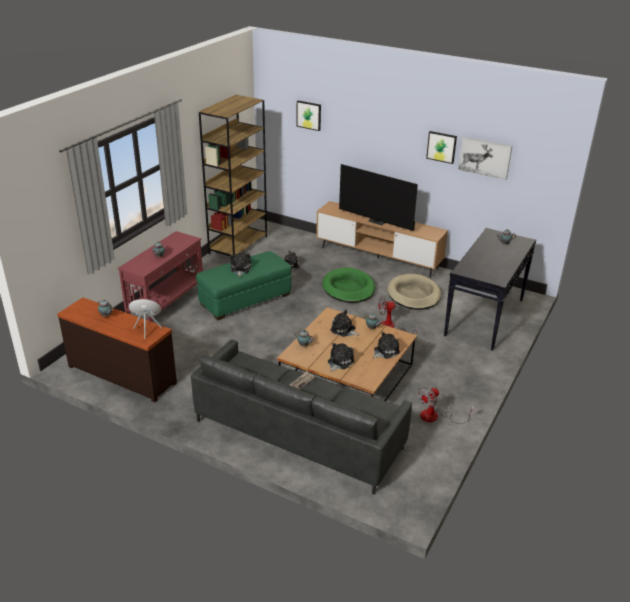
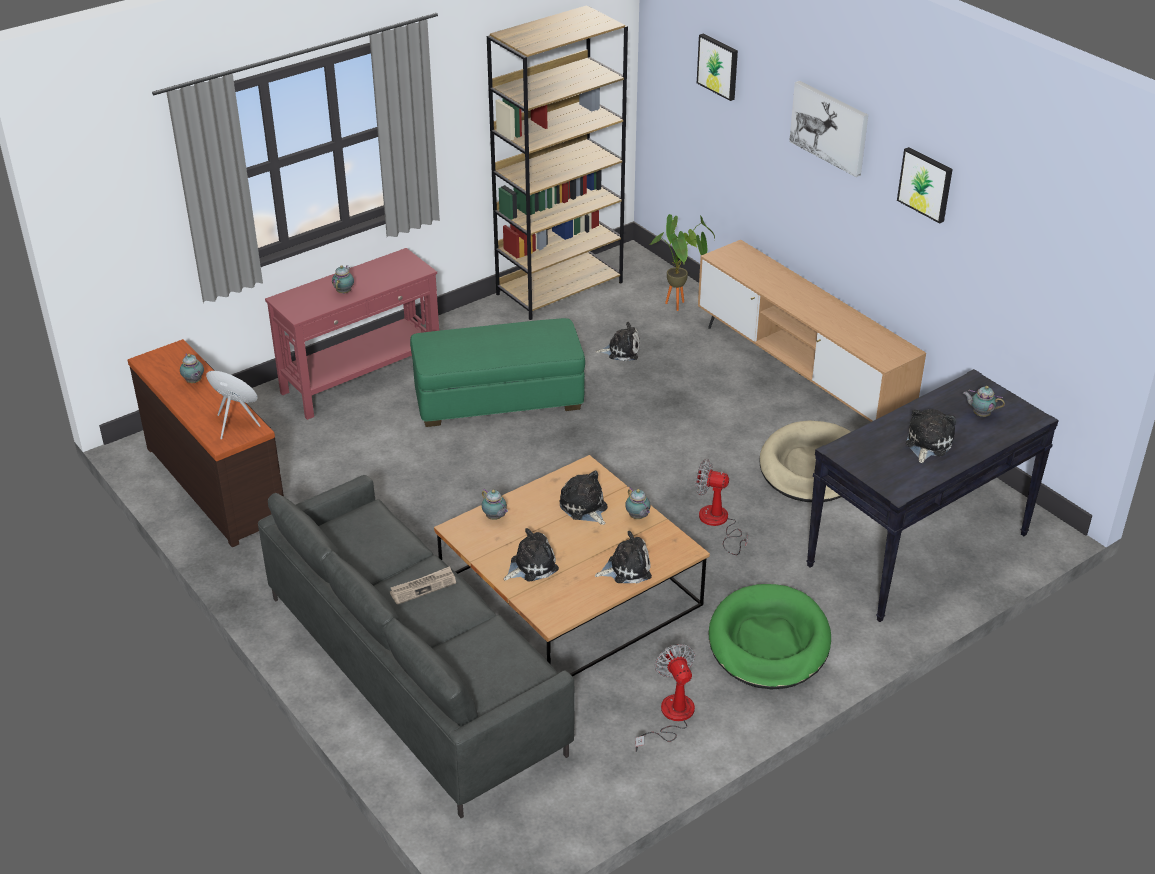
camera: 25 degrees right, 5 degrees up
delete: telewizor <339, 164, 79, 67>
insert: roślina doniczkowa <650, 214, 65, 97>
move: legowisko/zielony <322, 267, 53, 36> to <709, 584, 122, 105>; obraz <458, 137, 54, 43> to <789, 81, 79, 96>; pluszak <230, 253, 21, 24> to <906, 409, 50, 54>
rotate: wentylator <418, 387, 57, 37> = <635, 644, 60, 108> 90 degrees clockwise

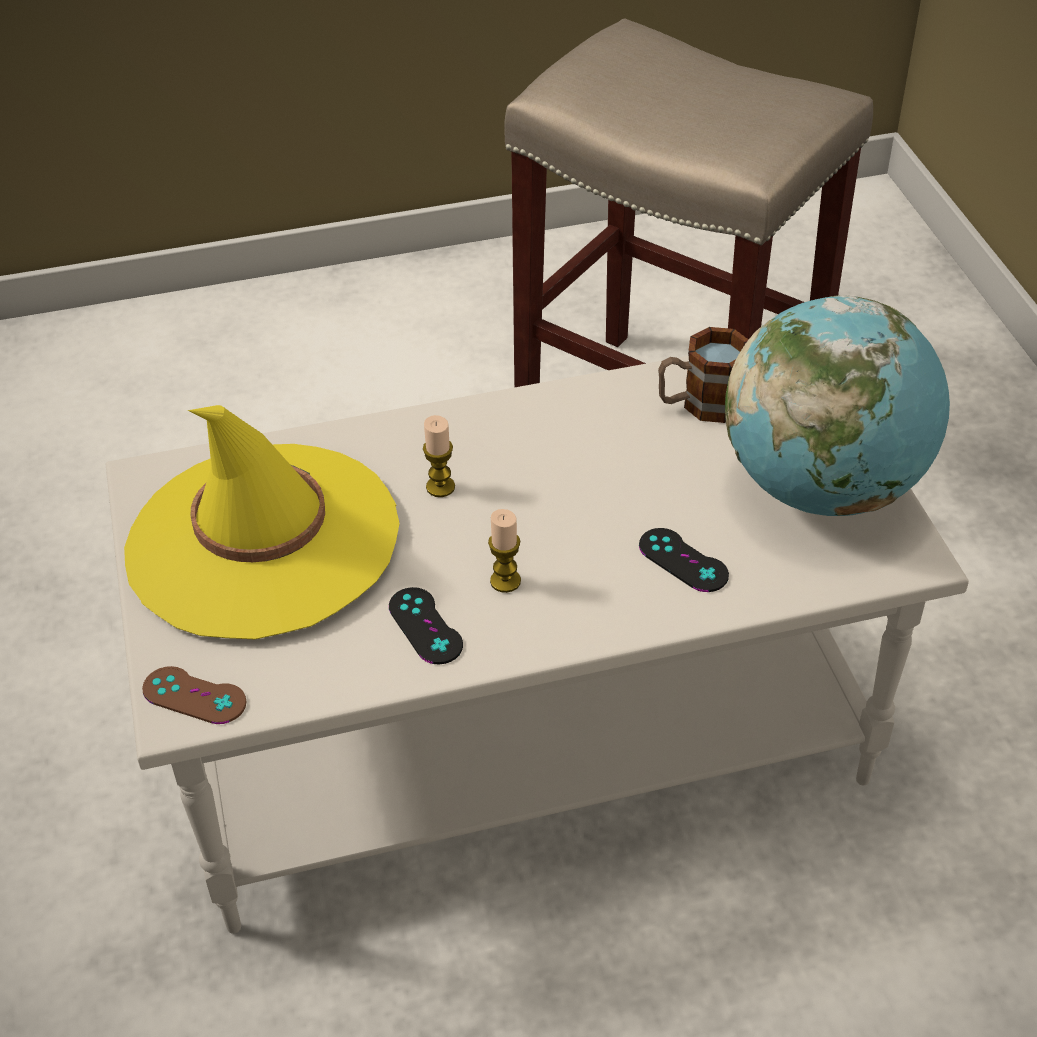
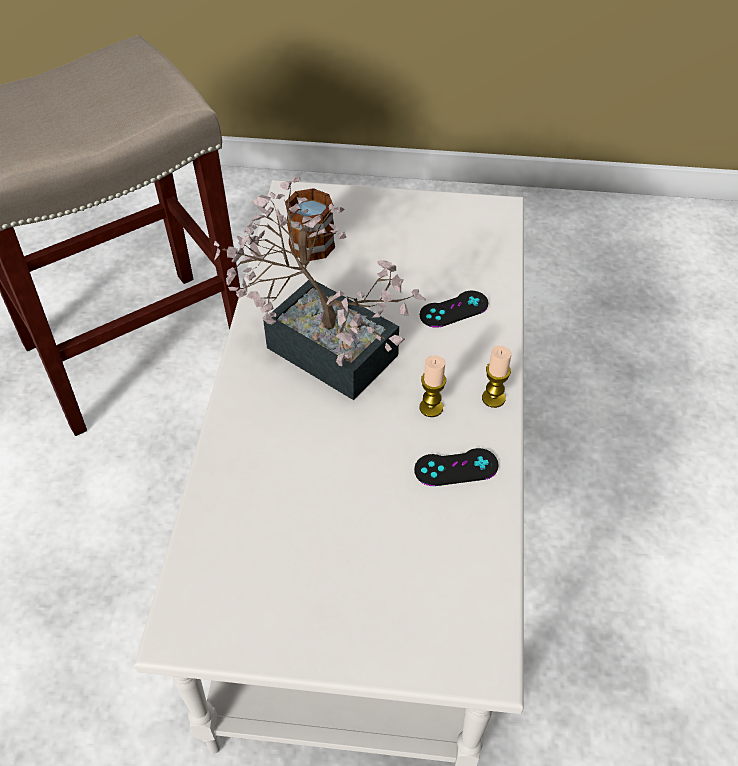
camera: 70 degrees left, 5 degrees up
delete: kapelusz/żółty <124, 405, 276, 234>; pad do gier/brązowy <142, 666, 104, 58>; globus <725, 295, 225, 221>
insert: roślina doniczkowa <214, 177, 212, 223>
move: świeca <423, 415, 32, 82> to <482, 346, 29, 62>

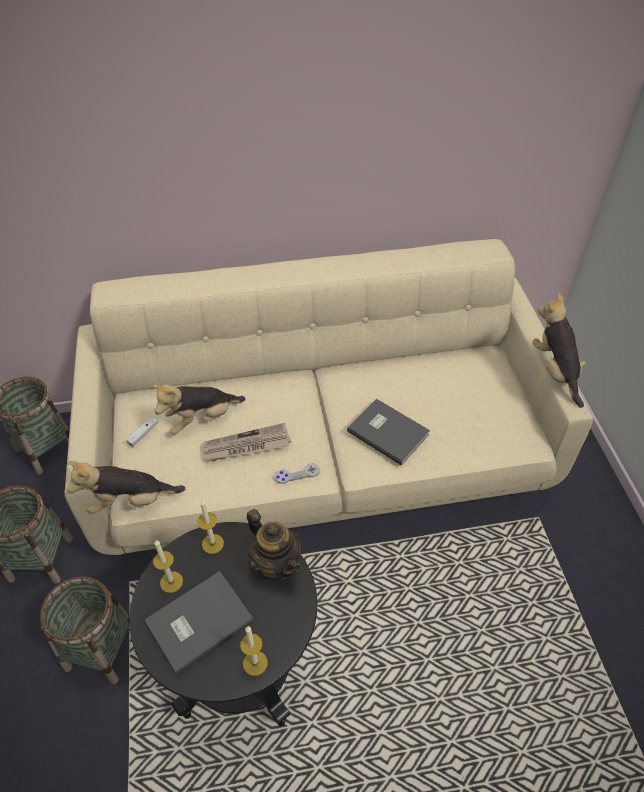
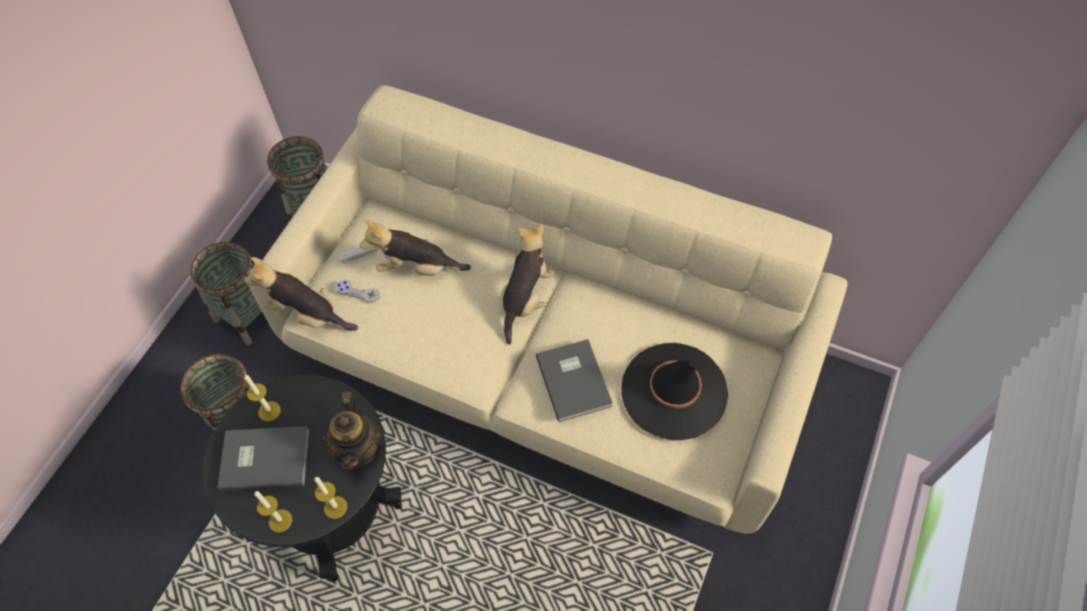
camera: 35 degrees right, 10 degrees up
delete: gazeta <203, 423, 88, 39>
insert: kapelusz/czarny <622, 343, 106, 98>
move: świeca <197, 500, 27, 54> to <314, 477, 33, 42>; pad do gier/szary <274, 463, 46, 21> to <335, 279, 45, 24>; pluszak <533, 293, 53, 115> to <500, 224, 54, 121>

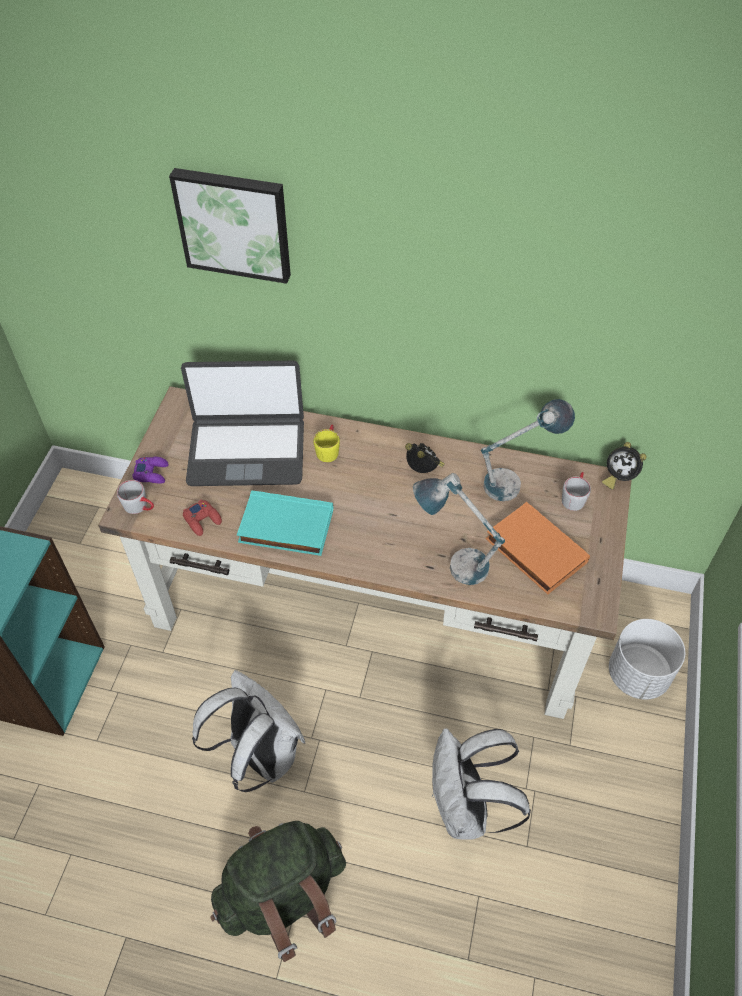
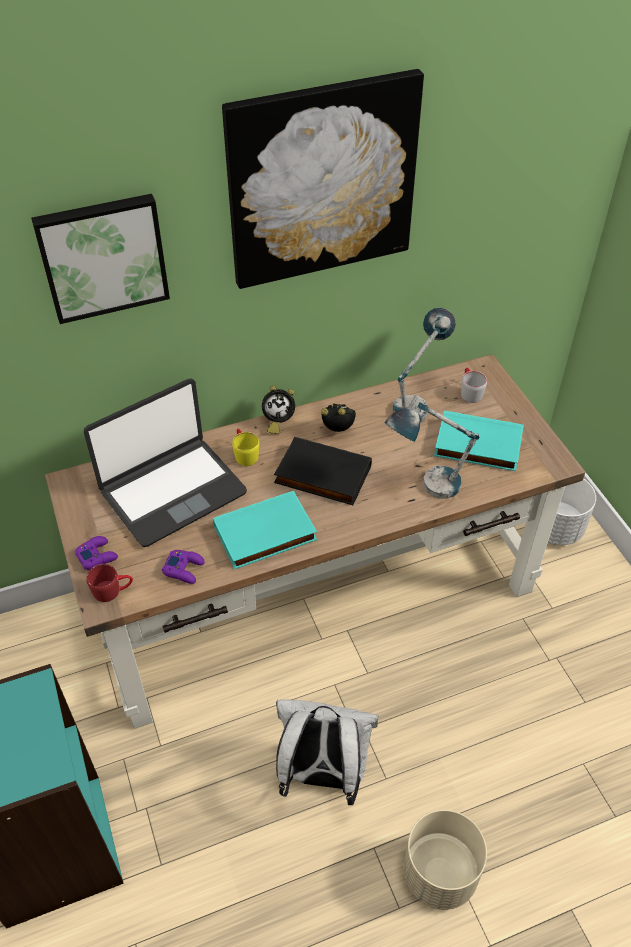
camera: 35 degrees left, 5 degrees down
delete: plecak/biały <432, 728, 99, 112>
insert: obraz <222, 69, 202, 220>; książka/czarny <274, 437, 98, 68>
move: budzik <602, 442, 45, 48> to <262, 385, 33, 49>
replace: plecak/zielony <211, 821, 135, 141> to donica/beżowy <404, 810, 83, 100>
recolor: kubek/szary <117, 480, 37, 34> to kubek/czerwony <87, 564, 46, 38>; pad do gier/czerwony <183, 499, 39, 37> to pad do gier/fioletowy <162, 550, 43, 34>; książka/pomarańczowy <486, 502, 104, 92> to książka/turkusowy <434, 411, 90, 60>

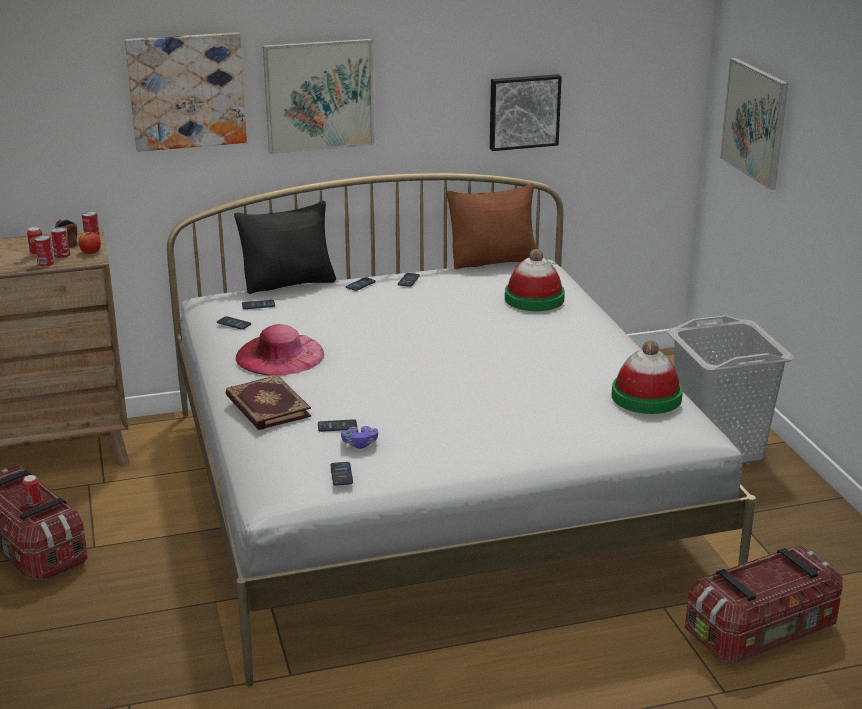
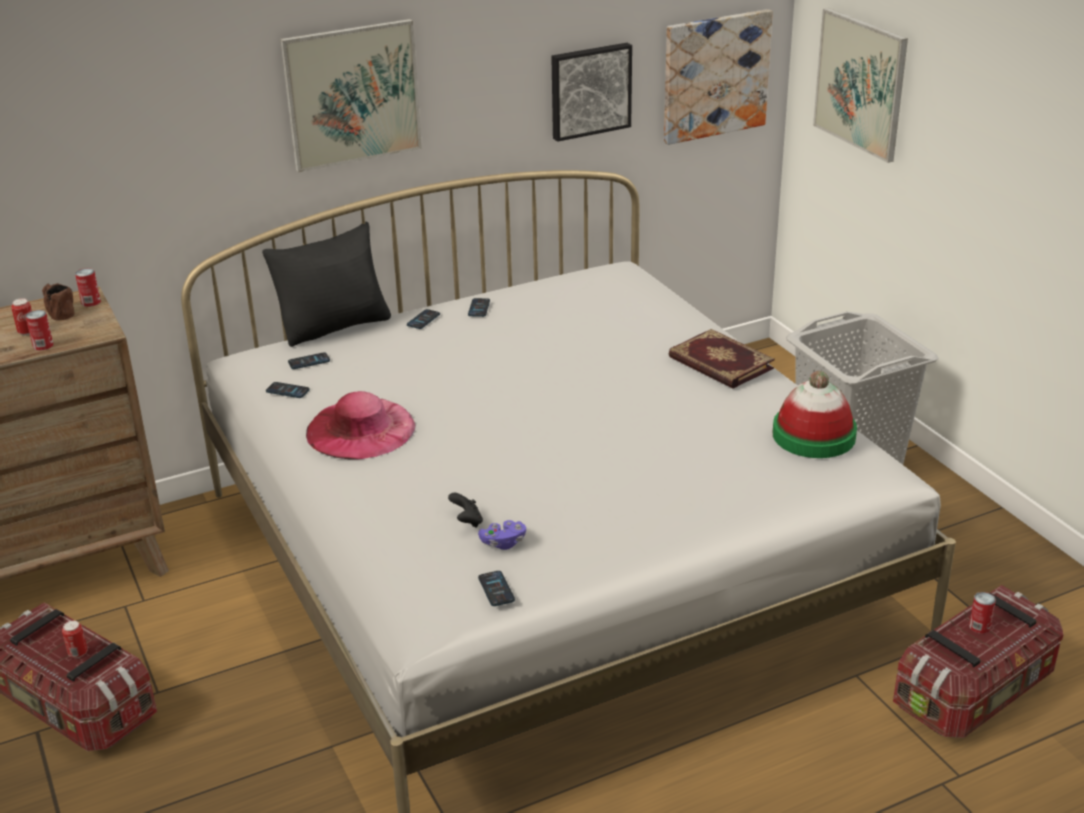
camera: 10 degrees left, 5 degrees up
delete: jabłko <79, 231, 22, 23>; poduszka/brązowy <446, 183, 90, 86>; kapelusz <505, 249, 60, 62>
move: obraz <125, 32, 122, 120> to <664, 9, 109, 136>; książka <225, 375, 86, 55> to <669, 329, 106, 60>; puszka <51, 227, 19, 31> to <969, 592, 27, 42>
replace: telefon <318, 419, 39, 13> to pad do gier/czarny <448, 493, 35, 35>

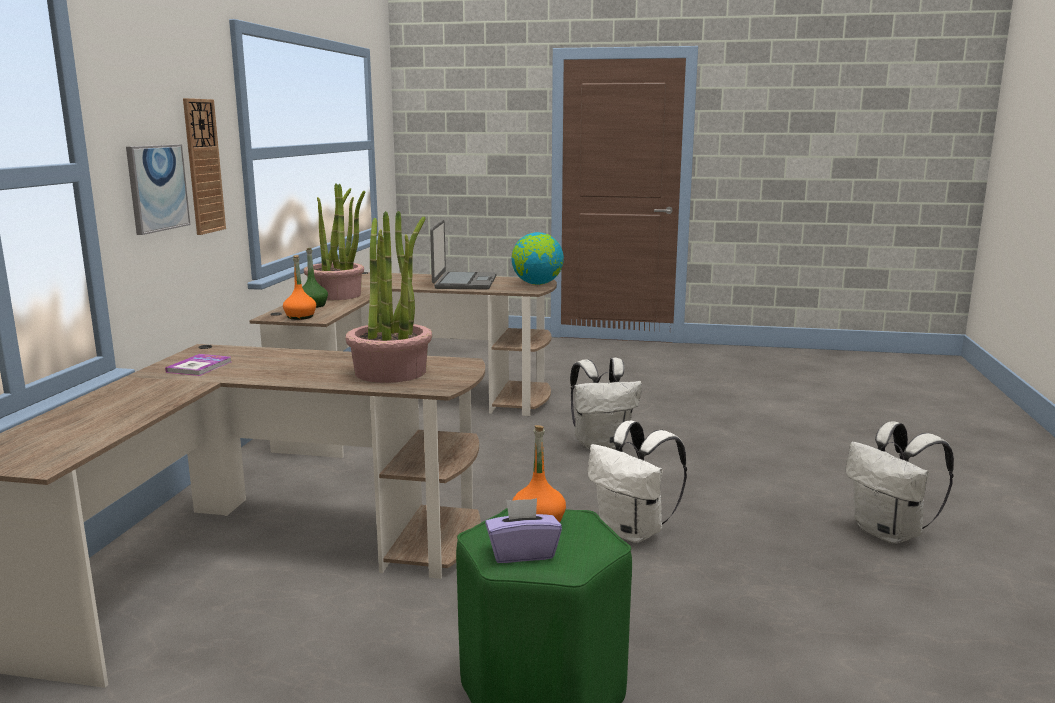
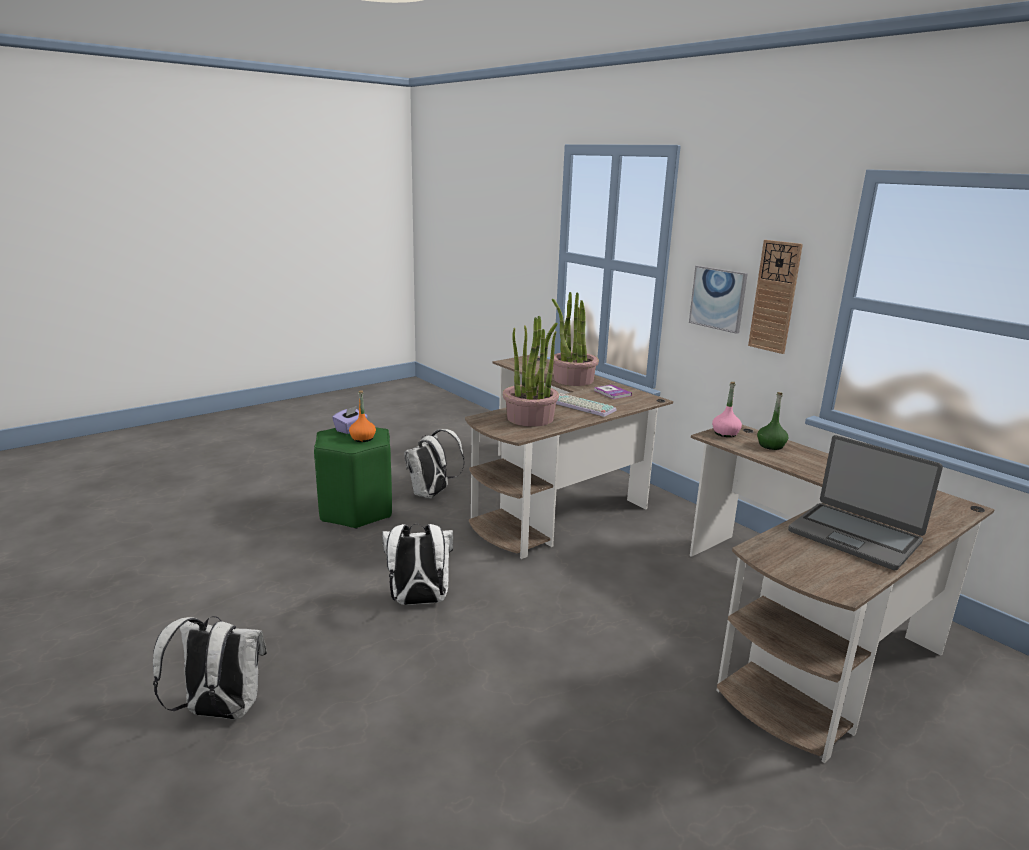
camera: 130 degrees right, 5 degrees up
delete: globus <512, 232, 52, 53>
insert: klawiatura <556, 393, 61, 24>
move: plecak/biały <570, 358, 72, 92> to <404, 429, 61, 70>; roślina doniczkowa <304, 183, 61, 117> to <552, 292, 47, 94>
recolor: butelka/pomarańczowy <283, 255, 33, 65> to butelka/różowy <712, 382, 30, 55>

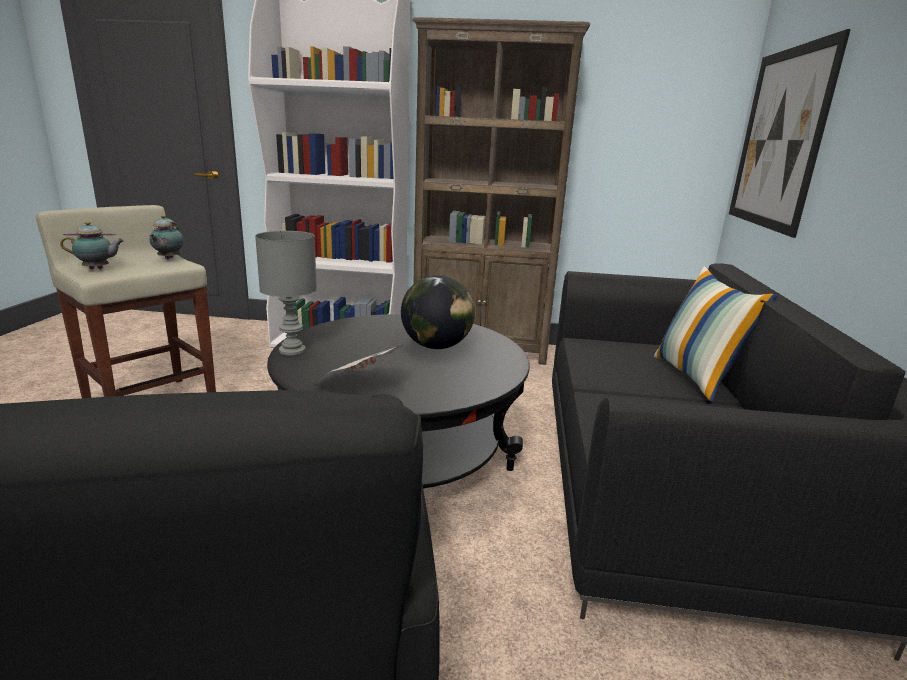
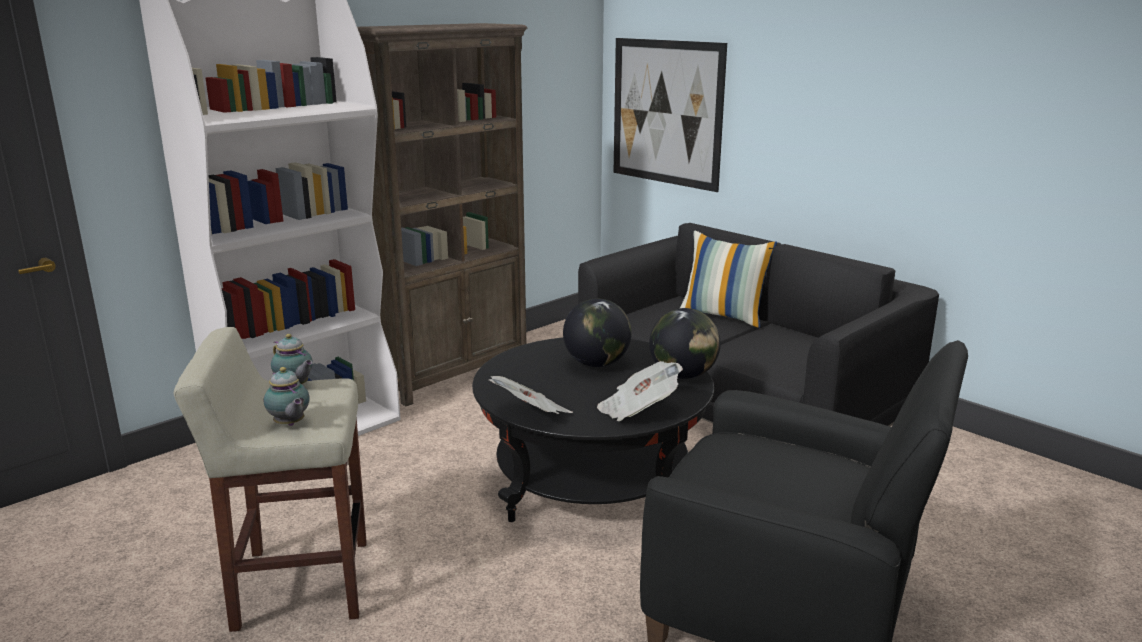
camera: 50 degrees left, 0 degrees up
insert: globus <649, 308, 72, 71>
replace: lampa stołowa/szary <255, 231, 62, 125> to gazeta <489, 376, 84, 38>
rotate: imbryk <60, 221, 64, 48> = <264, 367, 46, 59> 120 degrees clockwise

